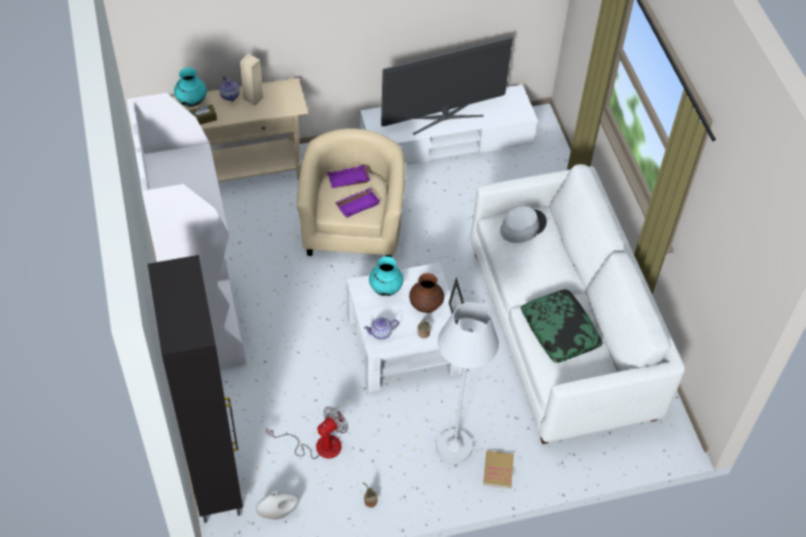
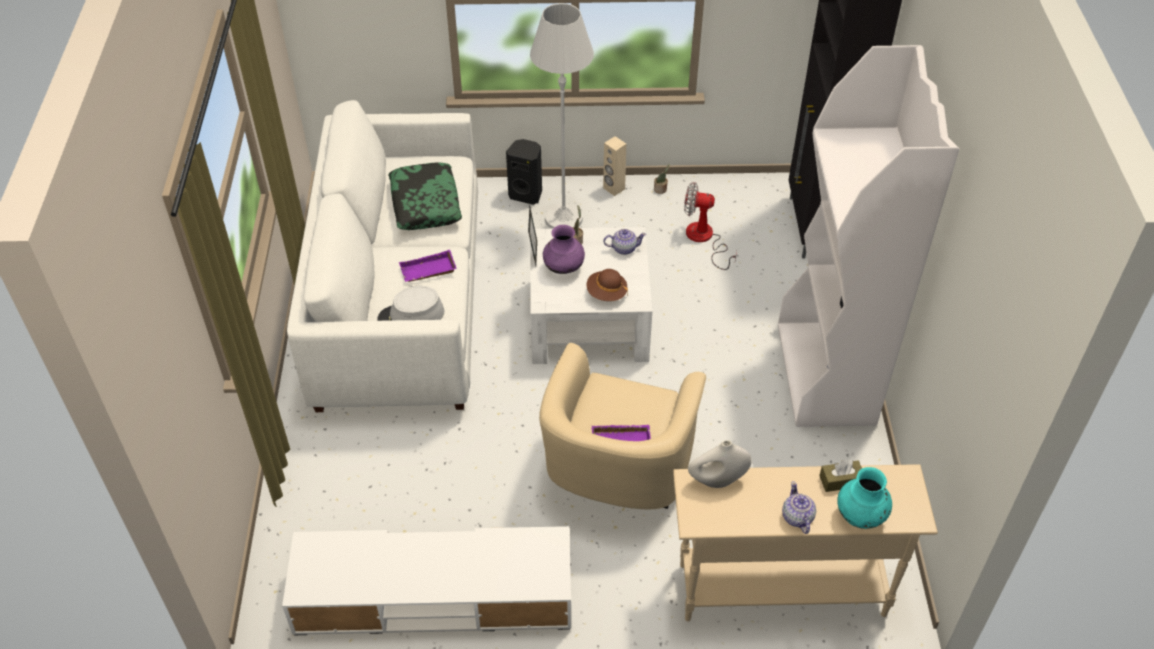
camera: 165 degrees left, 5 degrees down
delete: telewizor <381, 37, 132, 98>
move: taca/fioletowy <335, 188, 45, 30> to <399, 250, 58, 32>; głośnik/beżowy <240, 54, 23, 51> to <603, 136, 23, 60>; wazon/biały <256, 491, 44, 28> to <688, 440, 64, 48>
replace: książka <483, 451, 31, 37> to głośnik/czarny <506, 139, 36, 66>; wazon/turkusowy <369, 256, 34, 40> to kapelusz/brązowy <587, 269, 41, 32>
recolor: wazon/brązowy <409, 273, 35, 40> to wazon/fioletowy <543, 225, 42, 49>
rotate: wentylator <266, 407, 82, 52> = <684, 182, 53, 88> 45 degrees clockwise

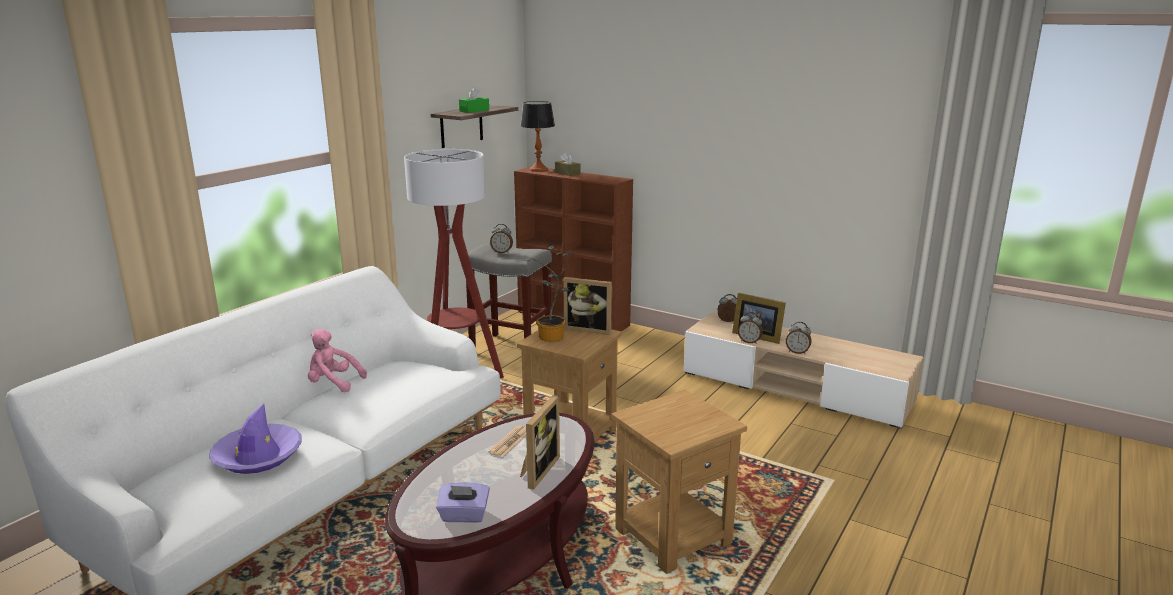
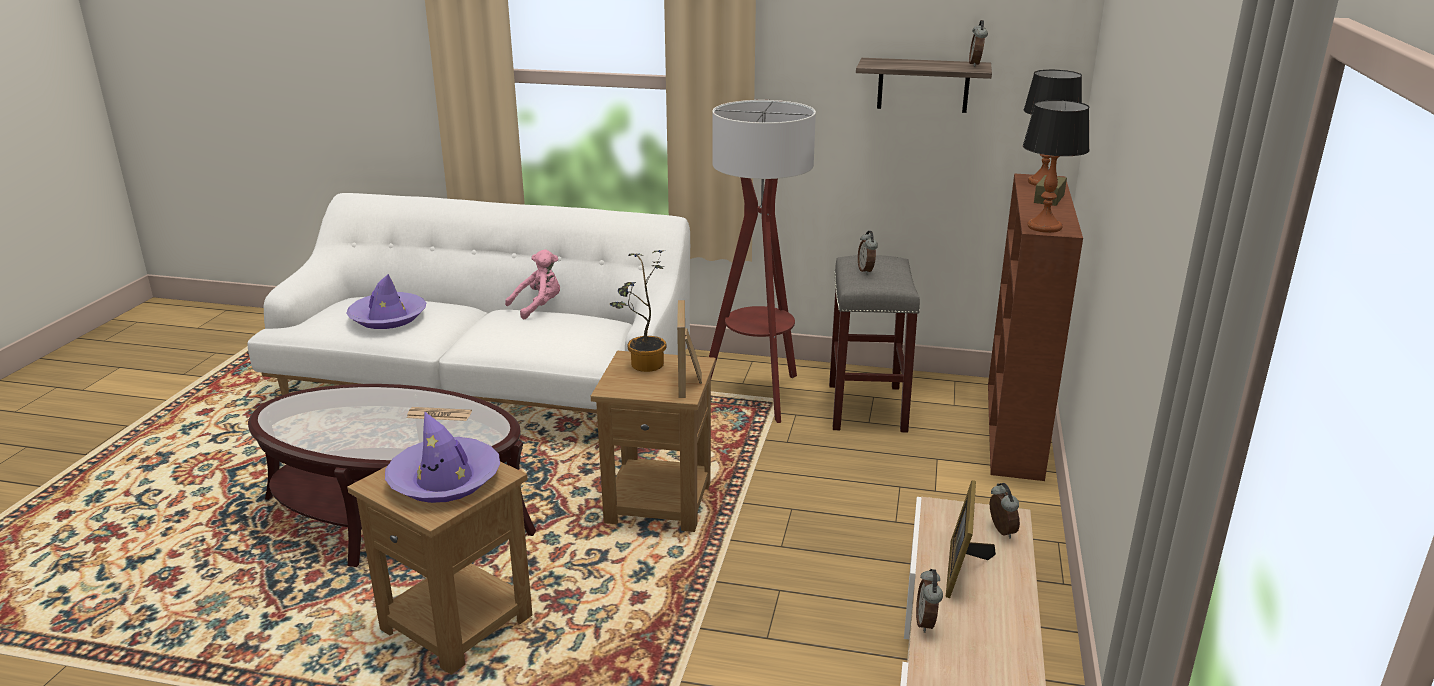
camera: 70 degrees right, 5 degrees up
delete: pudełko chusteczek/fioletowy <436, 482, 54, 41>; pudełko chusteczek/zielony <459, 87, 30, 26>; ramka na zdjęcie <520, 395, 40, 95>
insert: kapelusz/fioletowy <385, 412, 115, 91>; lampa stołowa <1023, 100, 67, 133>
move: budzik <738, 312, 25, 32> to <969, 20, 19, 47>
rotate: pluszak/różowy <308, 329, 59, 63> = <505, 249, 55, 70> 60 degrees clockwise

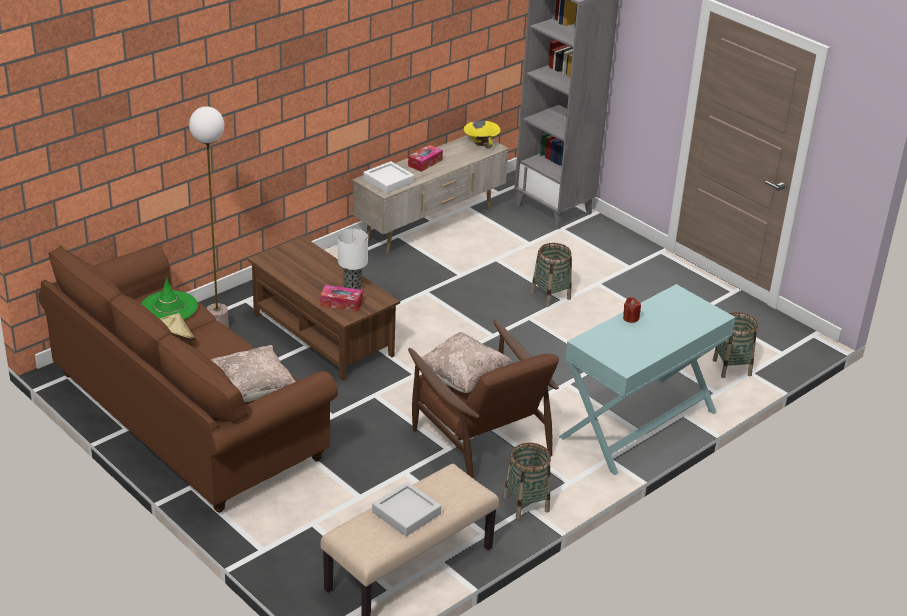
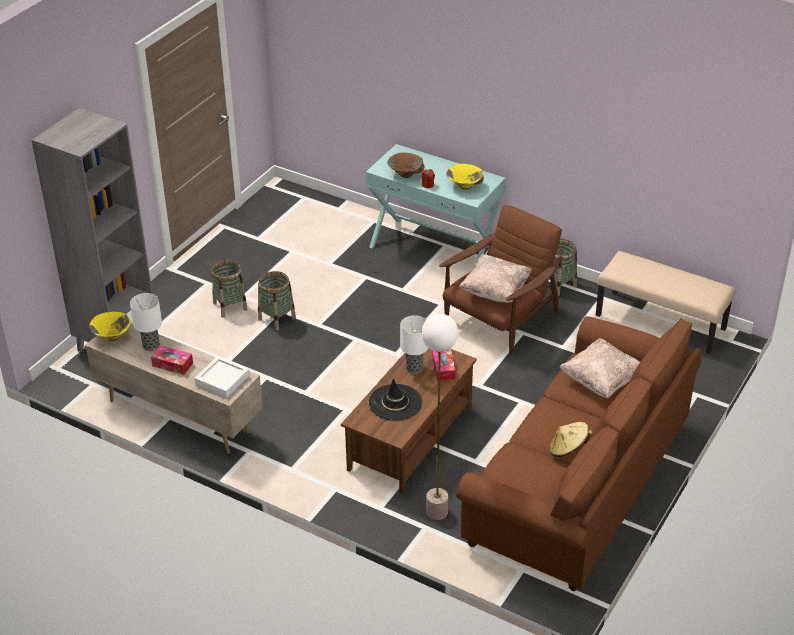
camera: 105 degrees left, 5 degrees up
delete: kapelusz/zielony <141, 278, 57, 42>; taca/szary <372, 482, 69, 54>
insert: lampa stołowa <130, 293, 32, 58>; kapelusz/czarny <369, 378, 53, 43>; miska/brązowy <387, 153, 37, 25>; miska/żółty <446, 164, 38, 26>
move: koszyk <713, 312, 45, 66> to <211, 259, 36, 58>

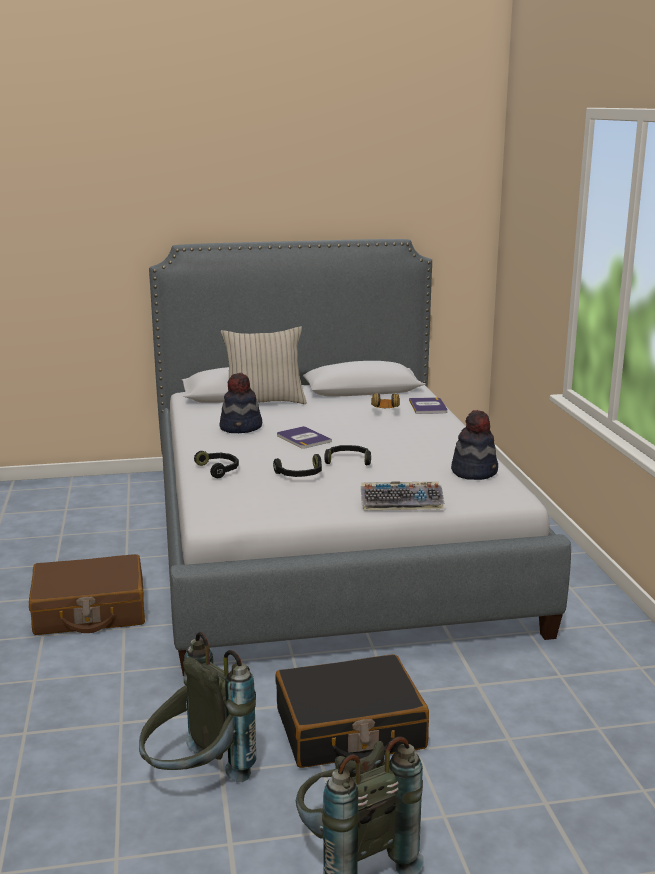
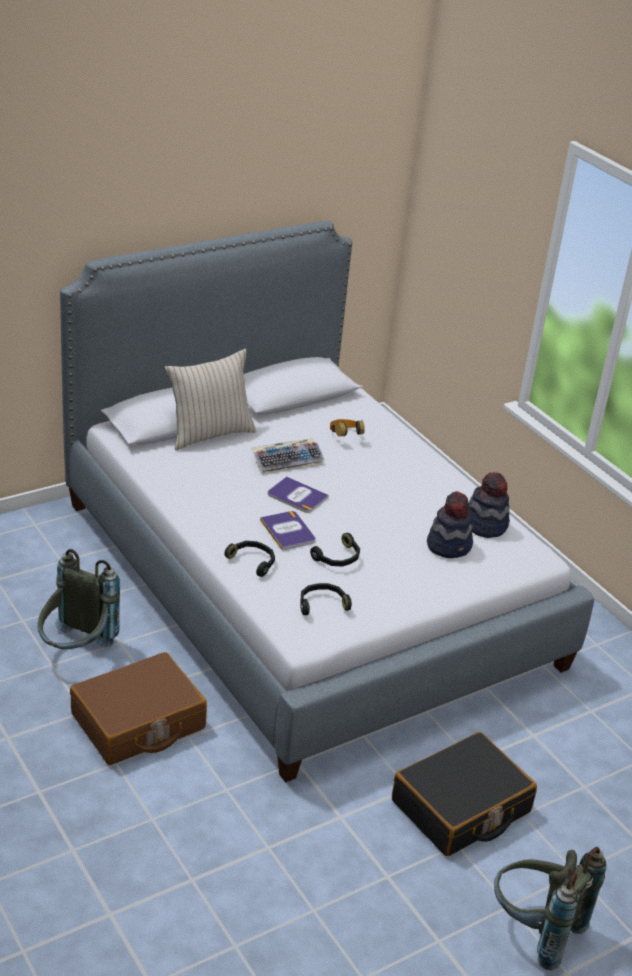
camera: 25 degrees left, 15 degrees up
move: plecak/szary <139, 632, 117, 150> to <37, 549, 83, 100>; klawiatura <361, 482, 84, 28> to <252, 438, 72, 37>; książka <409, 397, 38, 17> to <260, 511, 56, 39>; słuchawki/czarny <324, 445, 47, 20> to <300, 583, 52, 32>; kapelusz <219, 373, 43, 60> to <427, 491, 46, 67>

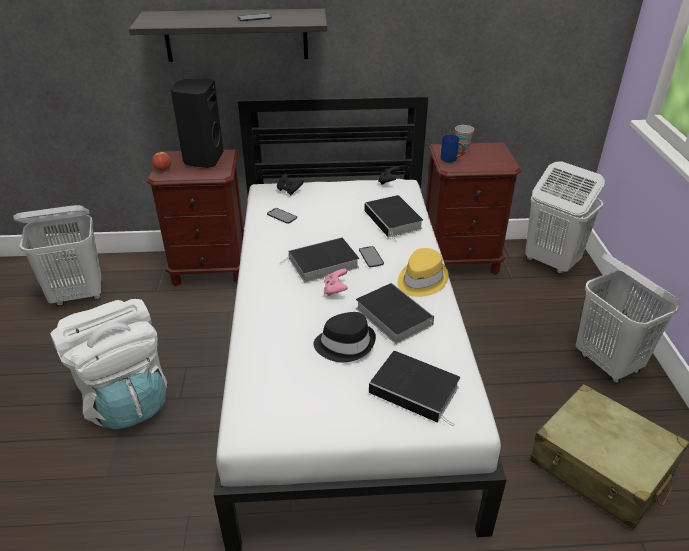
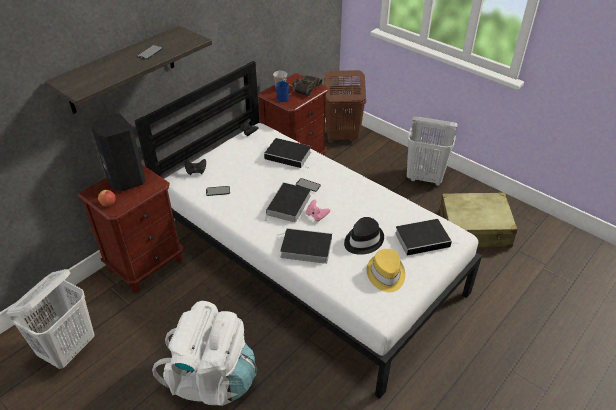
camera: 45 degrees left, 5 degrees up
insert: lornetka <292, 75, 30, 22>
move: książka <356, 283, 78, 61> to <280, 228, 52, 36>; kapelusz/żółty <397, 248, 52, 49> to <367, 249, 38, 44>
recolor: kosz na pranie/biały <525, 161, 80, 113> to kosz na pranie/brązowy <324, 70, 42, 72>

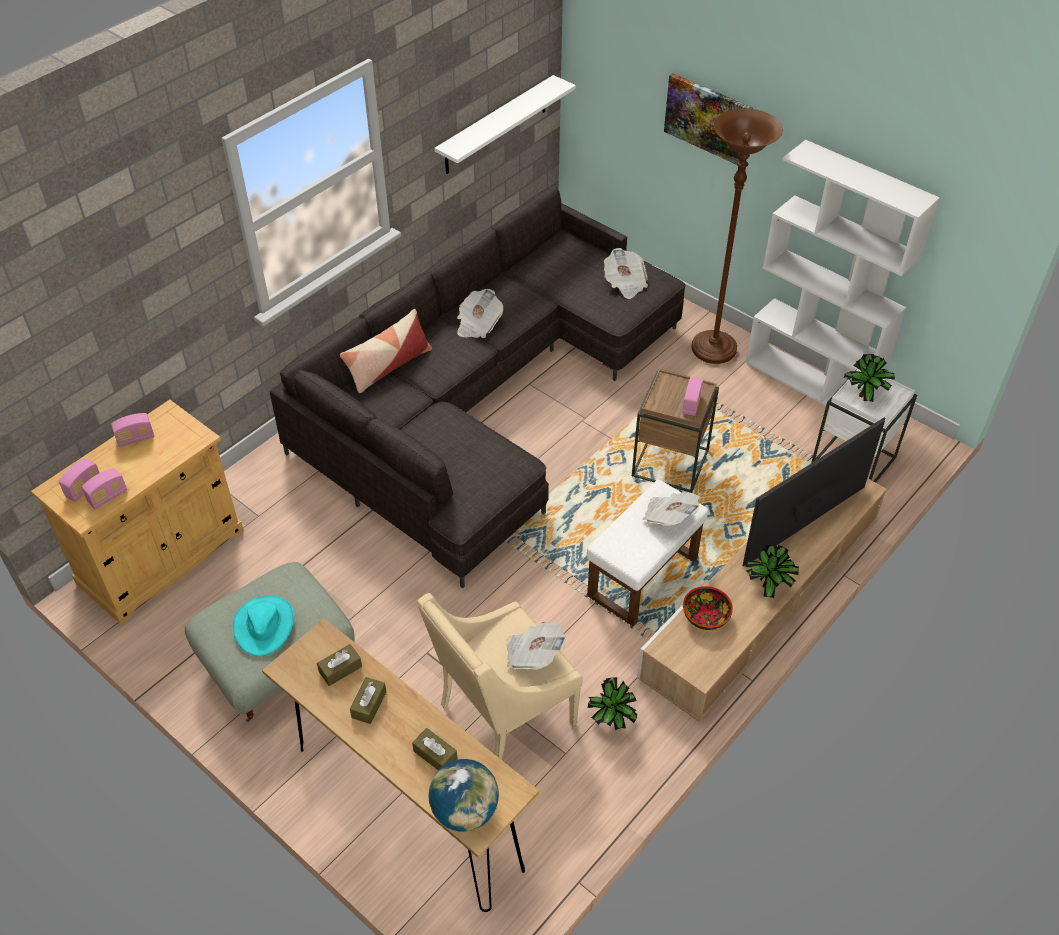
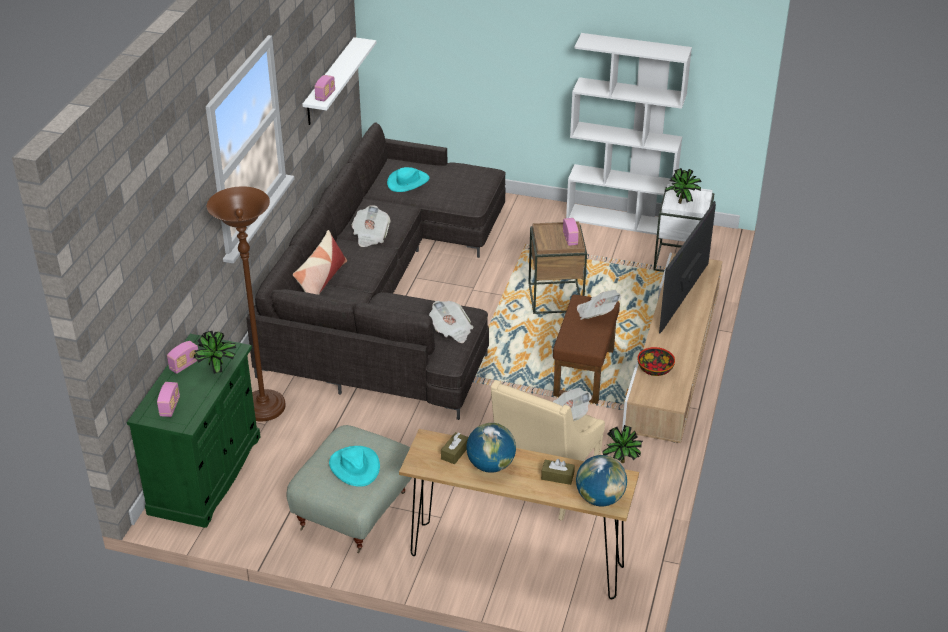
camera: 25 degrees left, 10 degrees down
delete: obraz <664, 73, 89, 92>
insert: kapelusz/turkusowy <387, 167, 43, 25>
move: roślina doniczkowa <745, 545, 54, 53> to <193, 331, 43, 43>; lampa stojąca/brązowy <691, 108, 92, 256> to <207, 186, 79, 235>; radio <82, 468, 45, 41> to <314, 75, 21, 26>; gazeta <604, 248, 44, 51> to <429, 300, 44, 43>
replace: pudełko chusteczek/brązowy <350, 677, 36, 47> to globus <466, 423, 50, 50>
recolor: szafka/beżowy <31, 400, 213, 224> to szafka/zielony <127, 334, 133, 194>; pufa/biały <587, 480, 121, 146> to pufa/brązowy <553, 294, 67, 110>

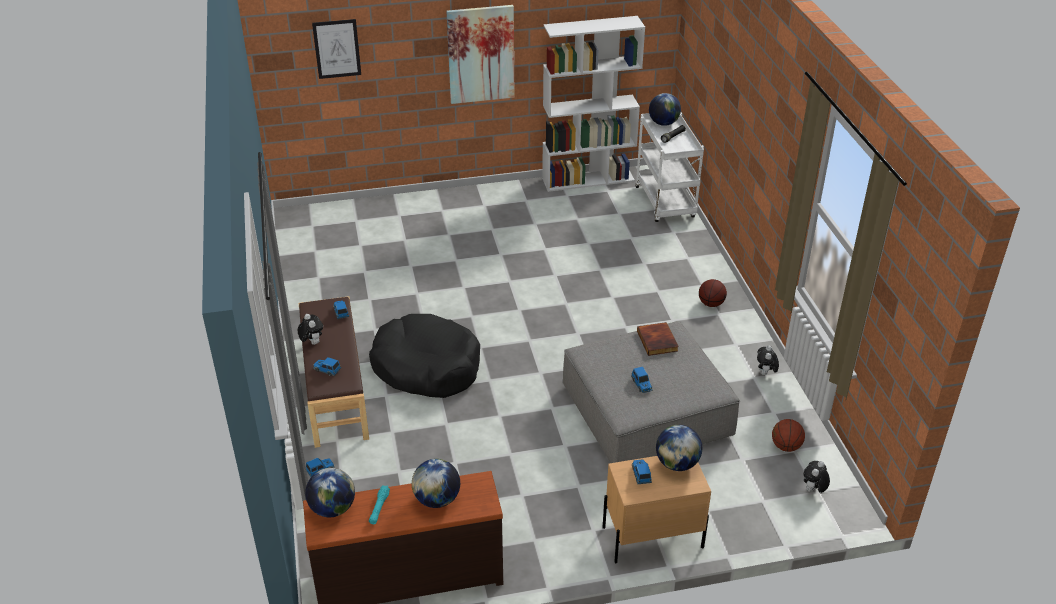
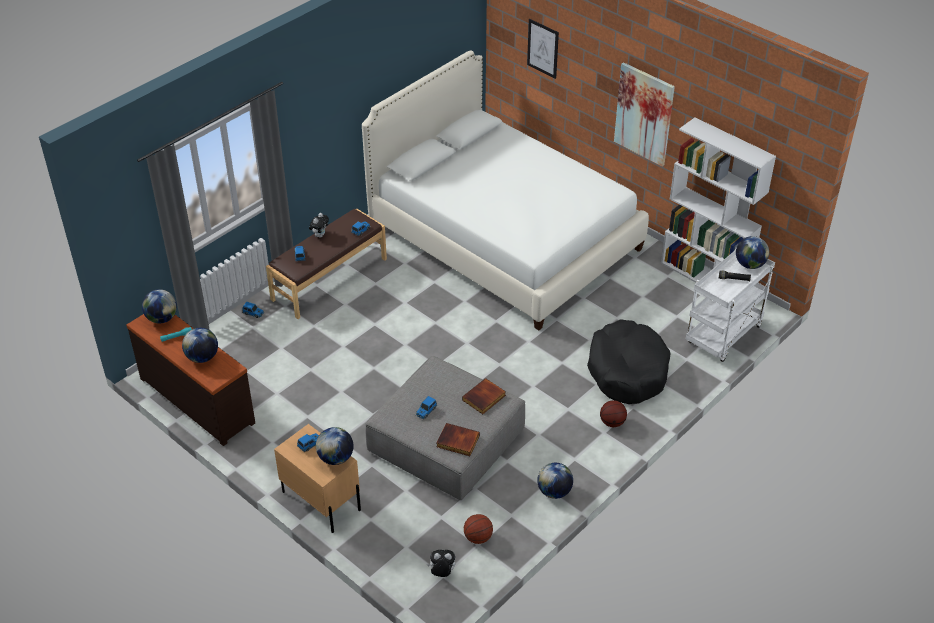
camera: 55 degrees right, 5 degrees up
insert: łóżko/biały <362, 50, 287, 280>; książka <437, 423, 43, 33>
move: legowisko/czarny <369, 314, 111, 84> to <587, 319, 84, 85>
replace: pluszak <757, 345, 22, 30> to globus <537, 463, 36, 36>

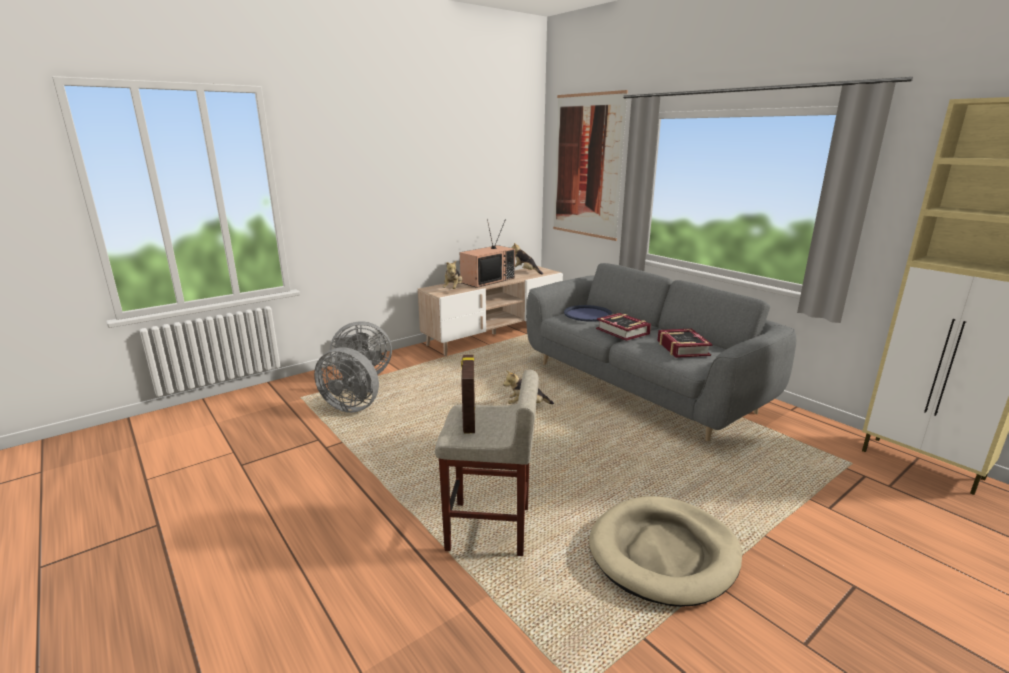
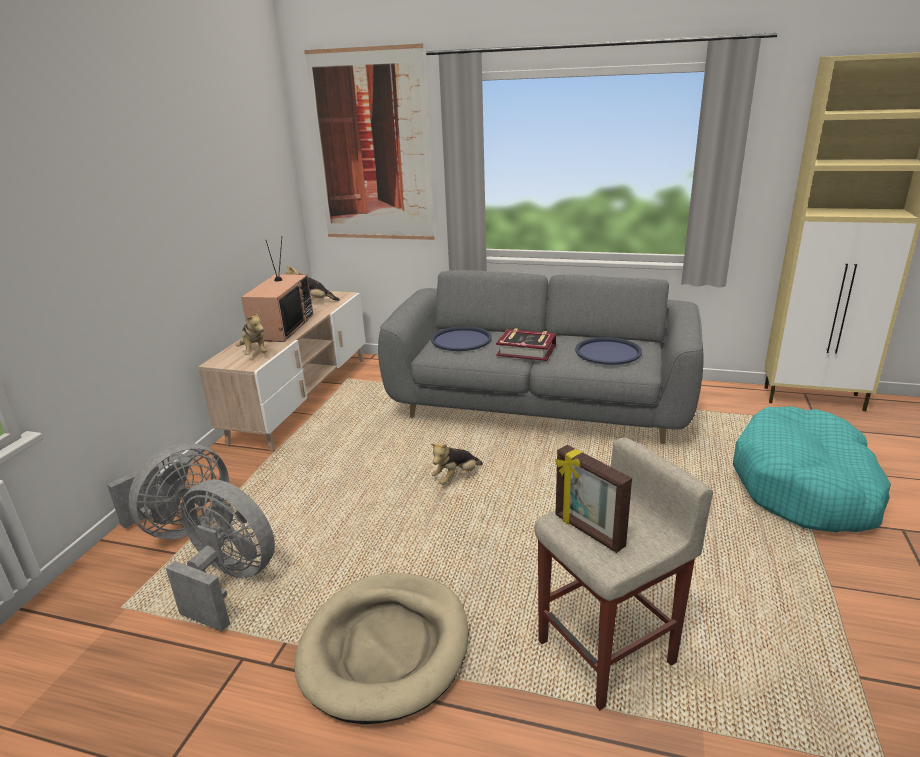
camera: 35 degrees left, 5 degrees up
insert: legowisko/turkusowy <733, 406, 158, 126>
move: legowisko/beżowy <589, 496, 153, 111> to <294, 573, 174, 151>
replace: książka <657, 329, 56, 29> to taca/niebieski <575, 337, 67, 28>
rotate: wentylator/szary <314, 347, 65, 66> = <166, 480, 109, 152> 135 degrees counterclockwise

